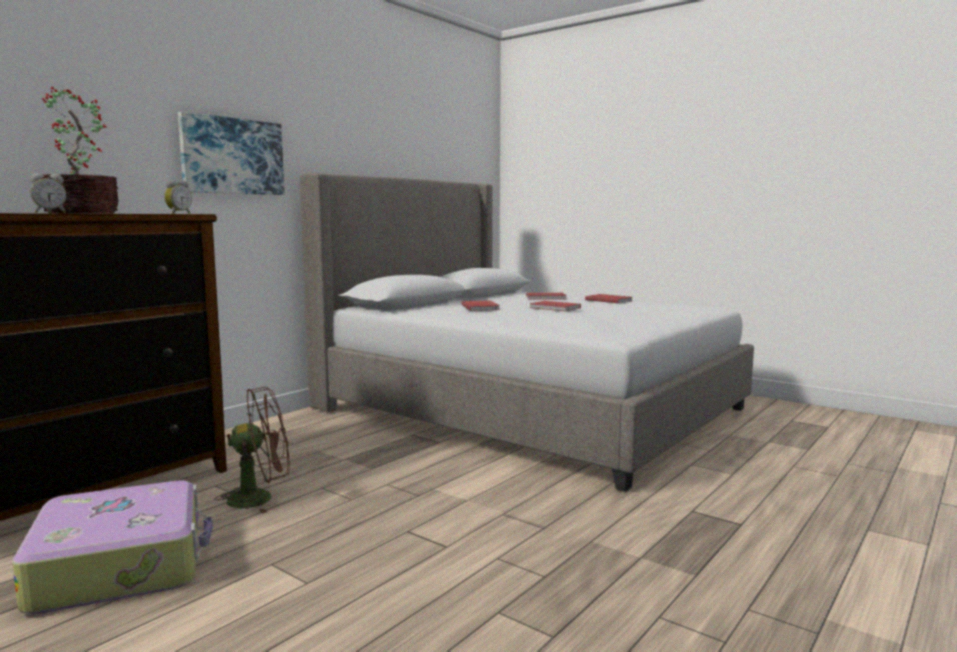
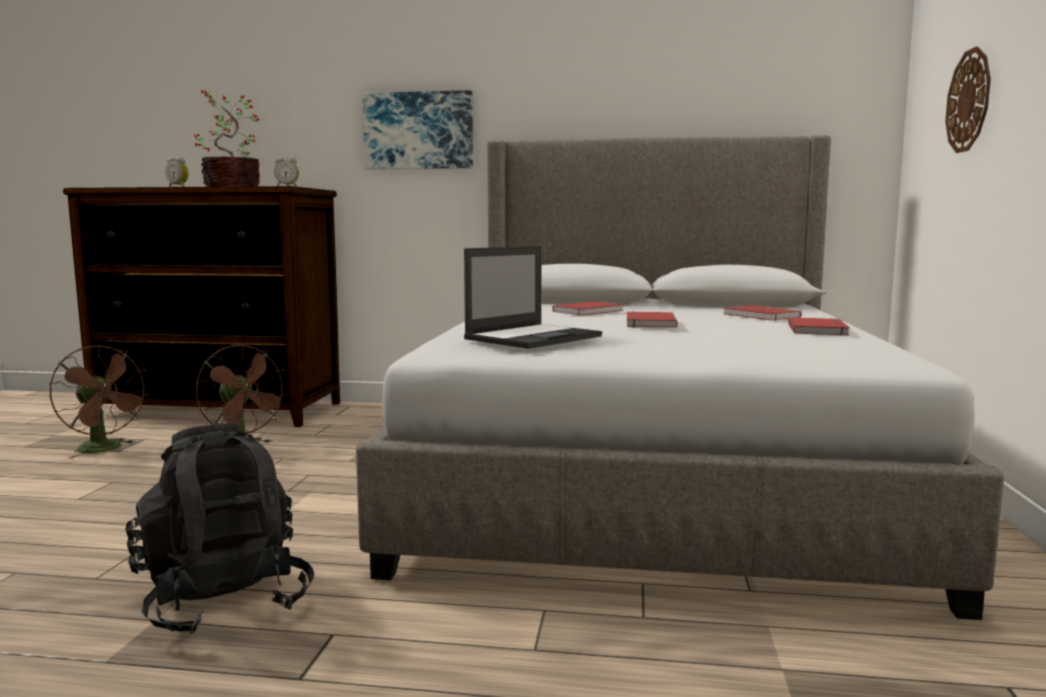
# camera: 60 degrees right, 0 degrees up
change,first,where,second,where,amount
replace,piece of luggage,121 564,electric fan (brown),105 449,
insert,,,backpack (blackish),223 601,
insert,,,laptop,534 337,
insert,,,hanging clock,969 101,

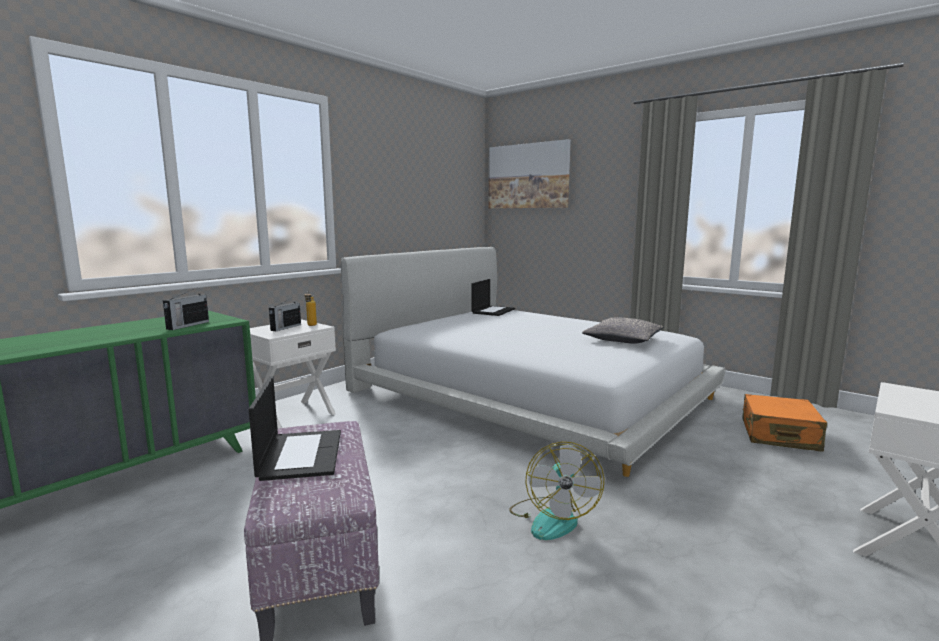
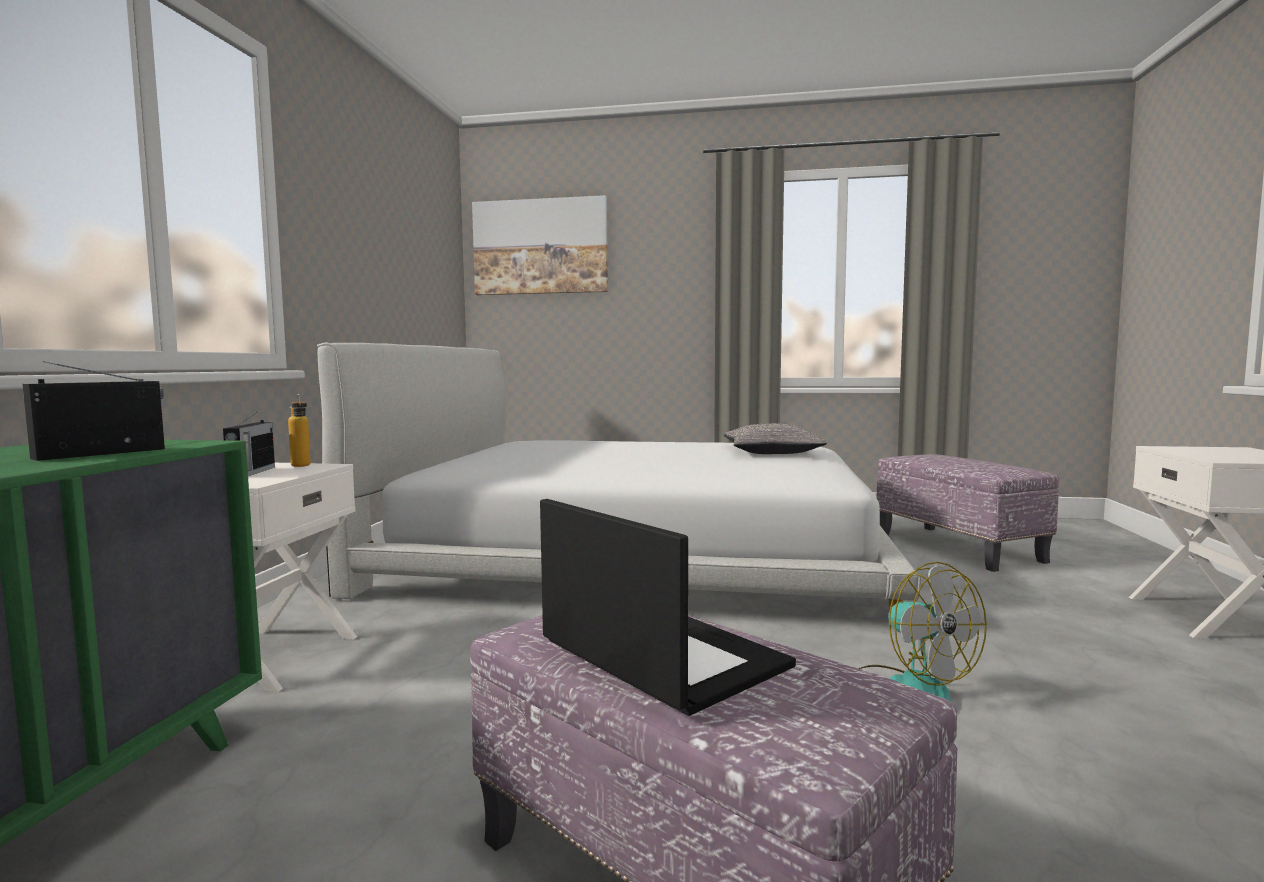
# camera: 30 degrees left, 5 degrees down
change,first,where,second,where,amount
rotate,radio set,187 325,,103 453,135 degrees counterclockwise
delete,laptop,493 311,,,
replace,piece of luggage (orangey),779 435,ottoman,959 547,

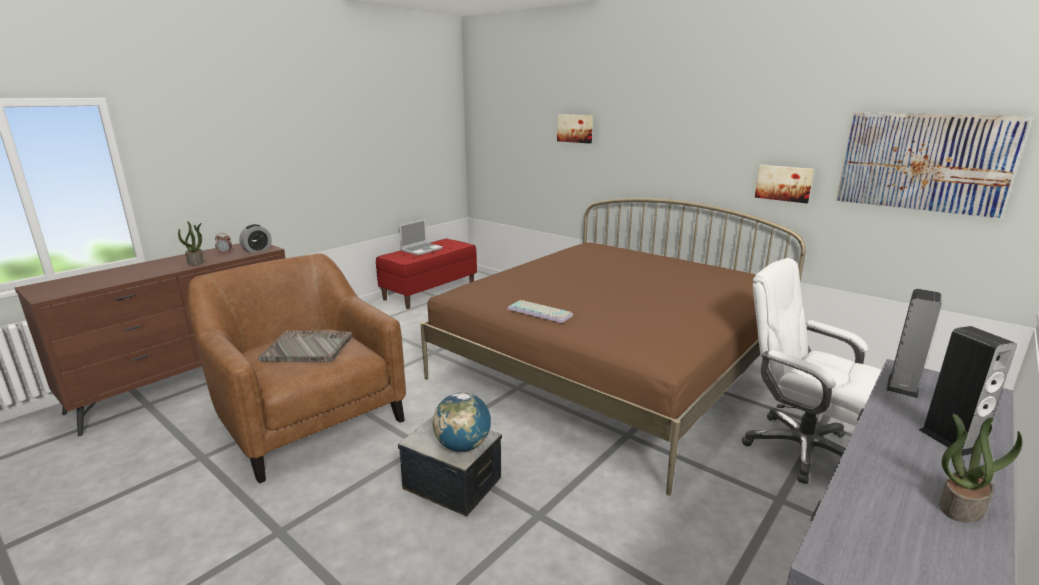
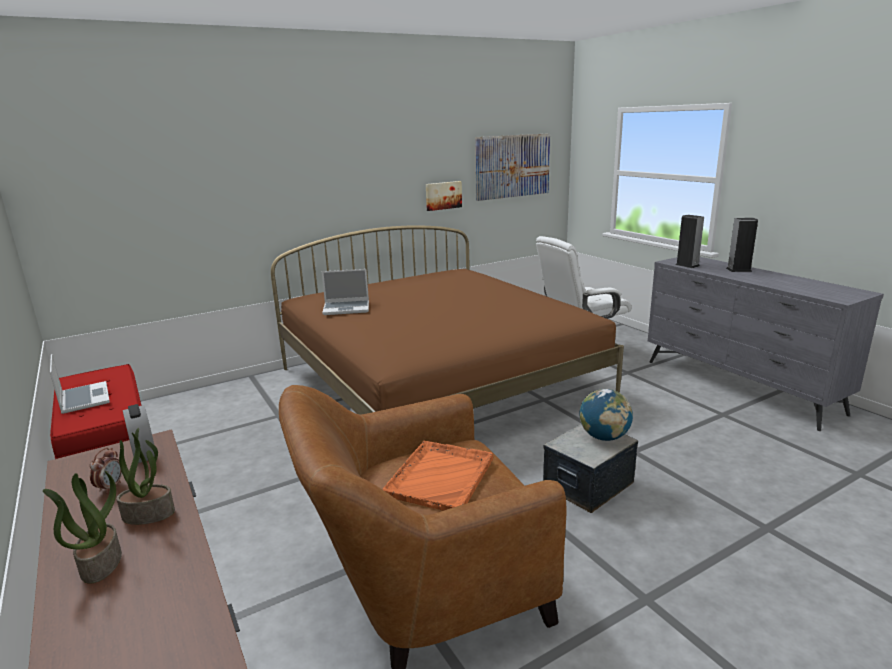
# camera: 70 degrees left, 0 degrees up
change,first,where,second,where,amount
recolor,tray (greyish),308 348,tray (orangey),441 476,
delete,keyboard,541 312,,,
delete,picture,575 128,,,
move,potted plant,961 506,,100 563,
insert,,,laptop,347 308,

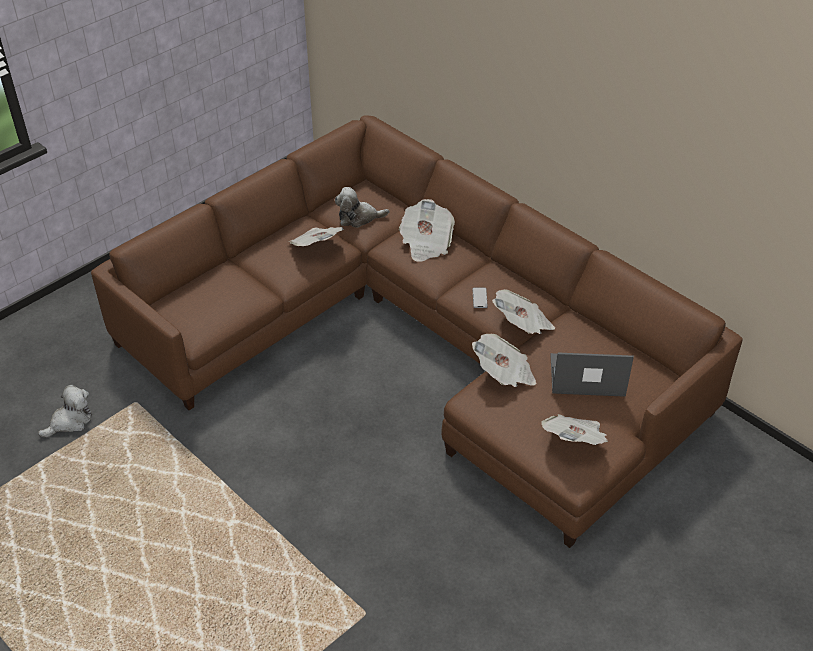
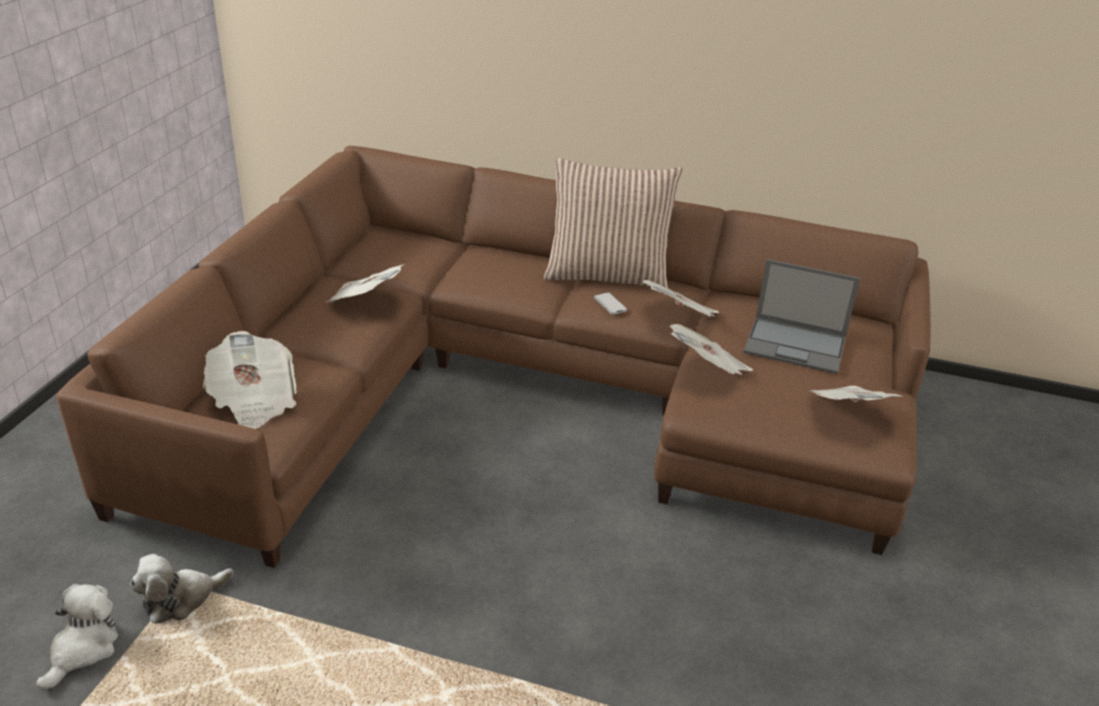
# camera: 30 degrees left, 10 degrees down
change,first,where,second,where,amount
move,soft toy,358 218,,181 599,
move,newspaper,426 243,,253 401,
rotate,laptop,586 376,,796 345,135 degrees counterclockwise
insert,,,cushion,607 275,

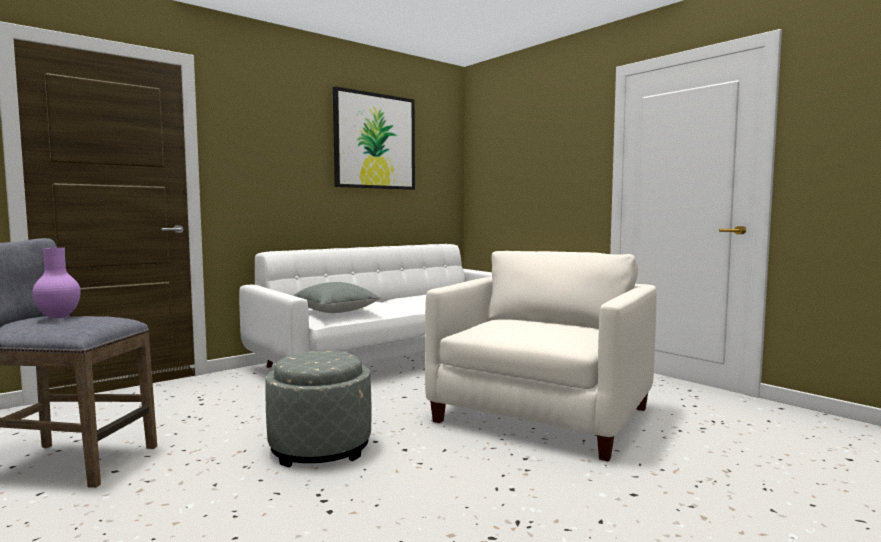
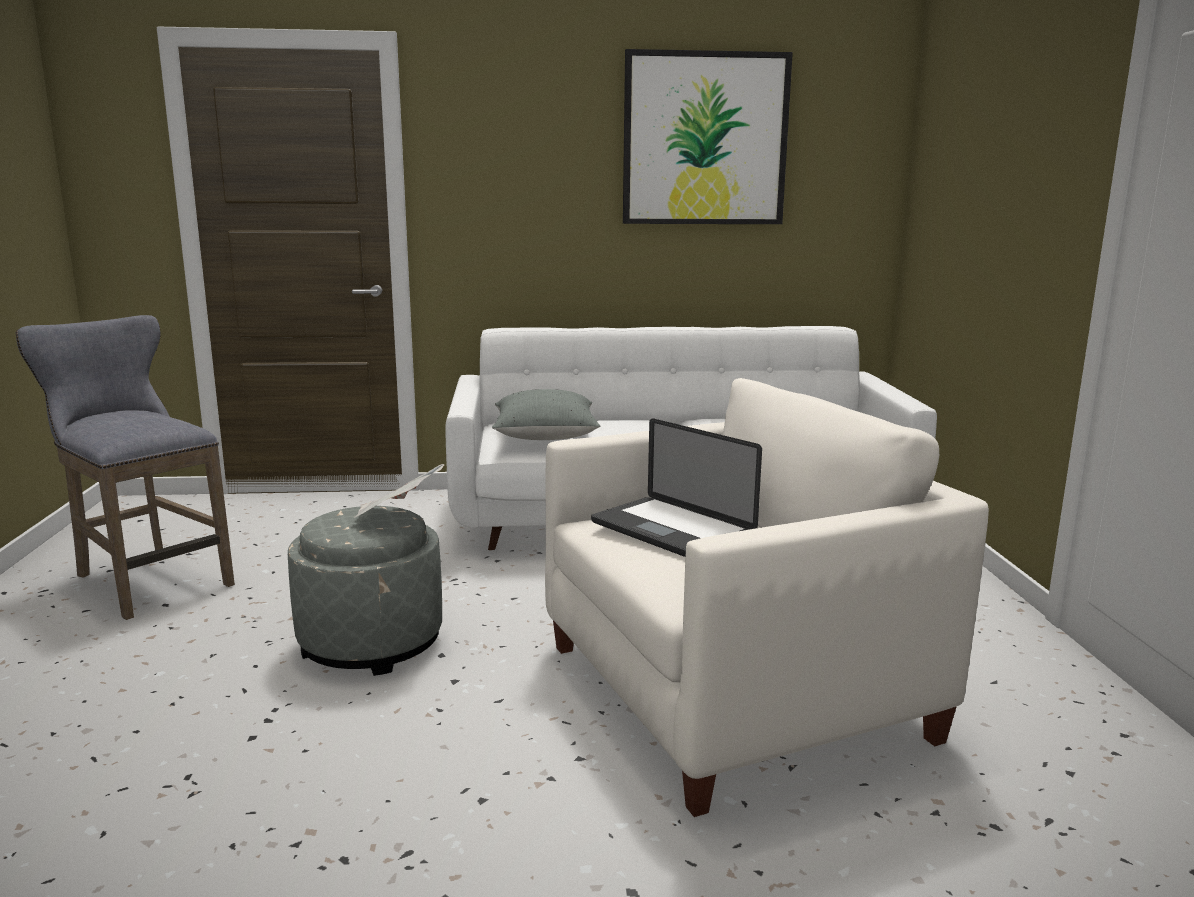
# camera: 35 degrees right, 10 degrees up
change,first,where,second,where,amount
delete,vase (purple),59 317,,,
insert,,,newspaper,398 516,
insert,,,laptop,671 530,

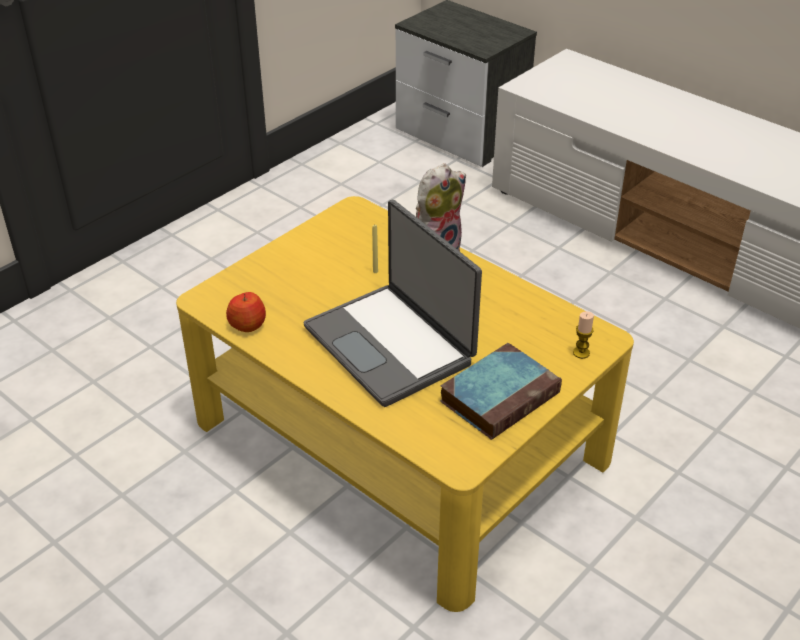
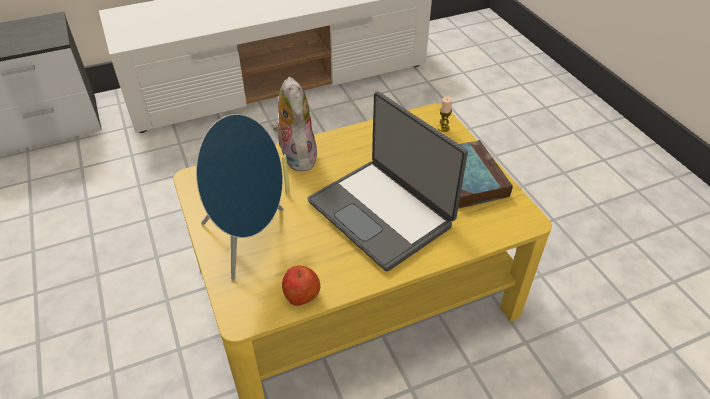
# camera: 65 degrees left, 5 degrees up
change,first,where,second,where,amount
rotate,laptop,391 344,,382 212,60 degrees clockwise
insert,,,speaker (bluish),249 239,

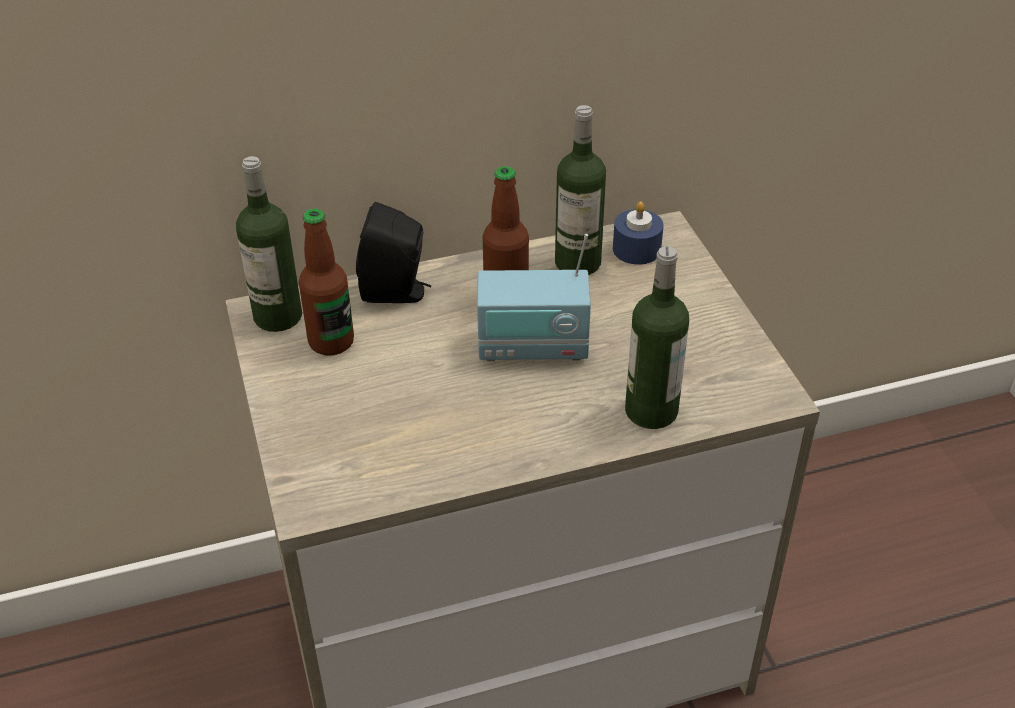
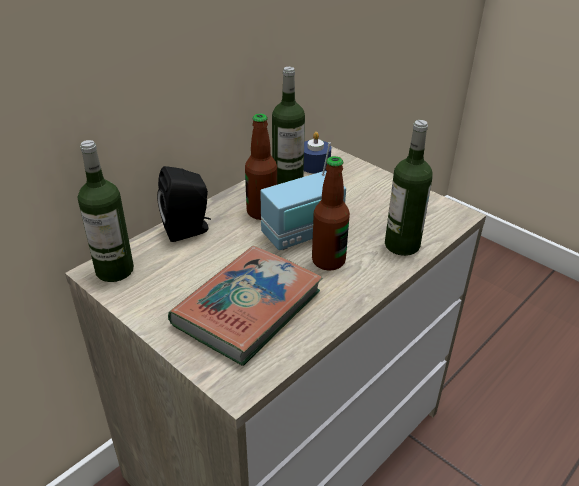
# camera: 30 degrees left, 5 degrees down
change,first,where,second,where,amount
move,drink bottle,331 342,,328 261,
insert,,,bound book,248 308,

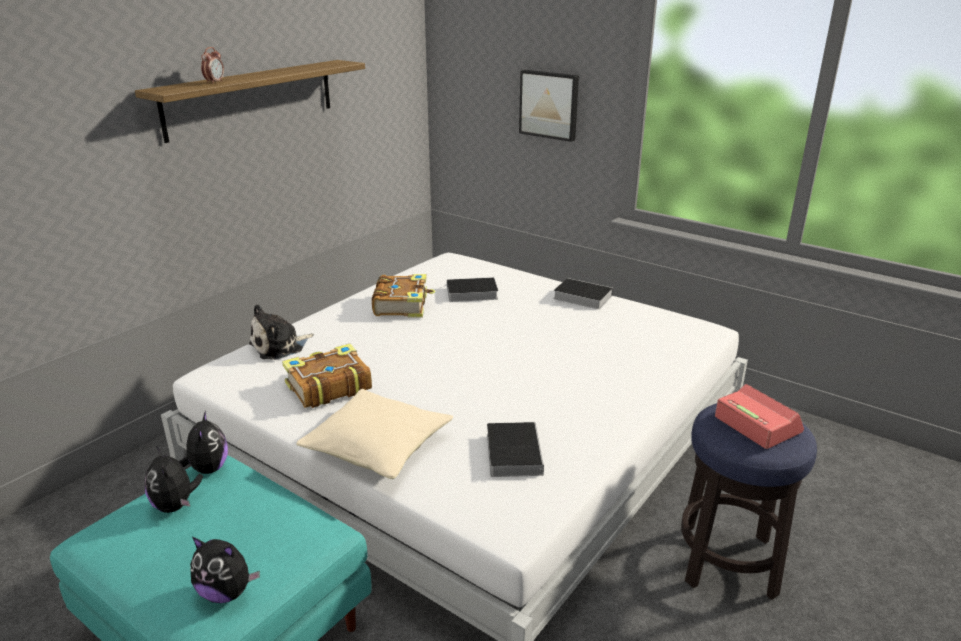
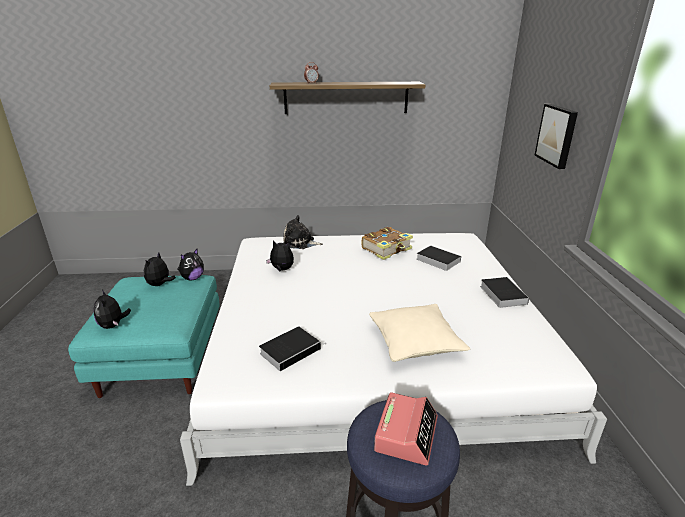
# camera: 50 degrees right, 0 degrees up
change,first,where,second,where,amount
replace,bound book,327 387,soft toy,281 270,
move,cushion (sand-coloured),377 447,,415 342,

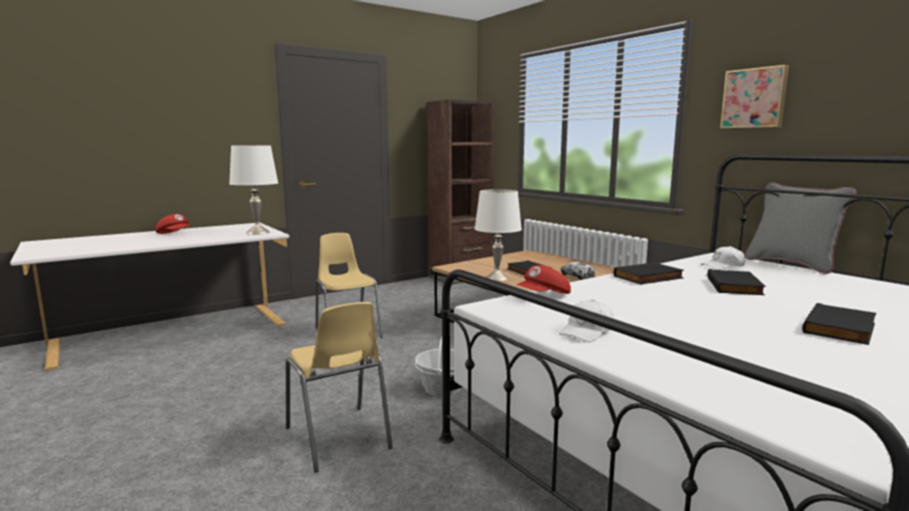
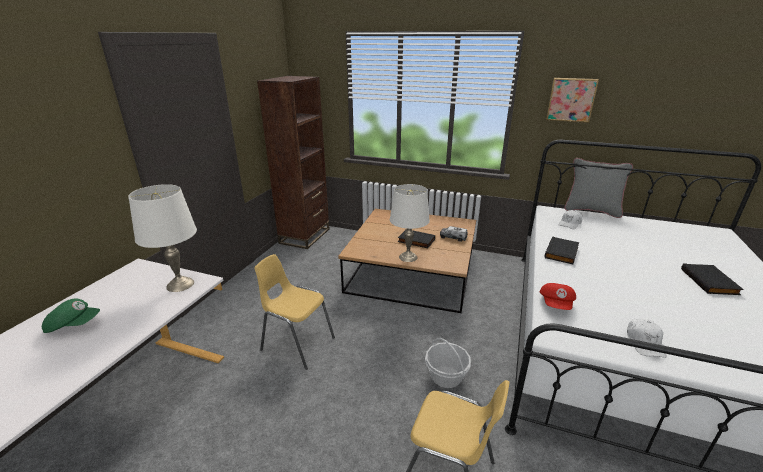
# camera: 35 degrees left, 15 degrees up
change,first,where,second,where,amount
recolor,baseball cap (reddish),175 234,baseball cap (greenish),74 325,
delete,bound book (blackish),735 286,,,

